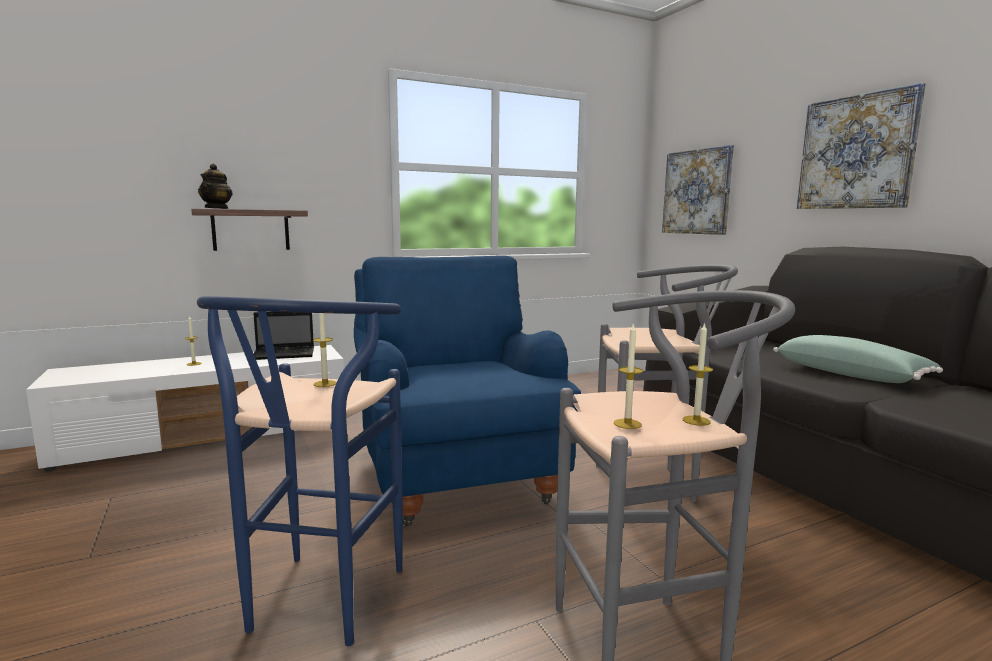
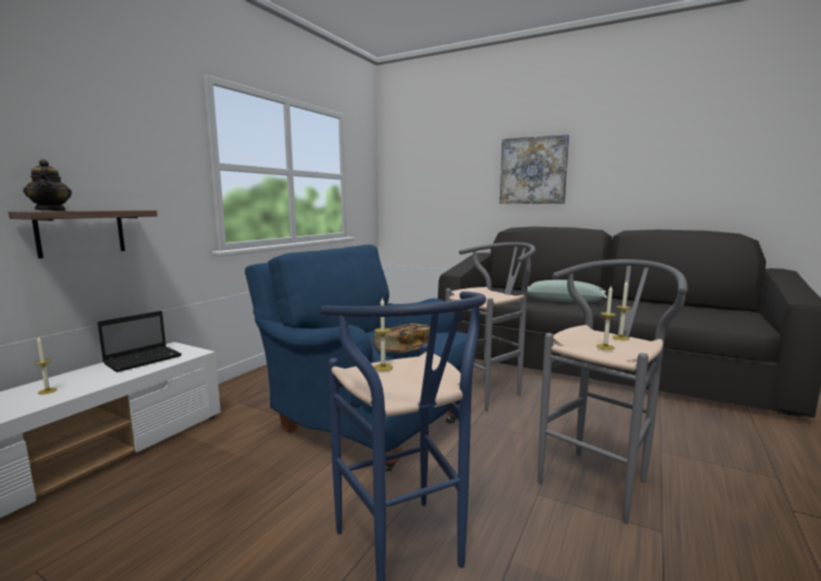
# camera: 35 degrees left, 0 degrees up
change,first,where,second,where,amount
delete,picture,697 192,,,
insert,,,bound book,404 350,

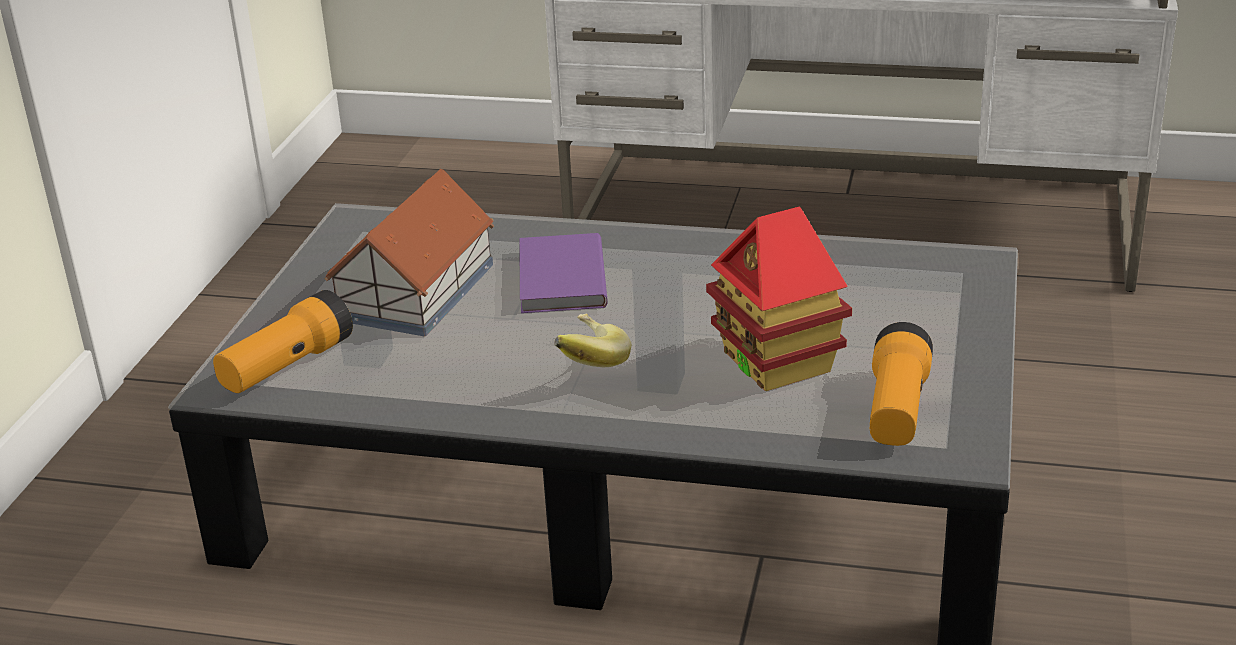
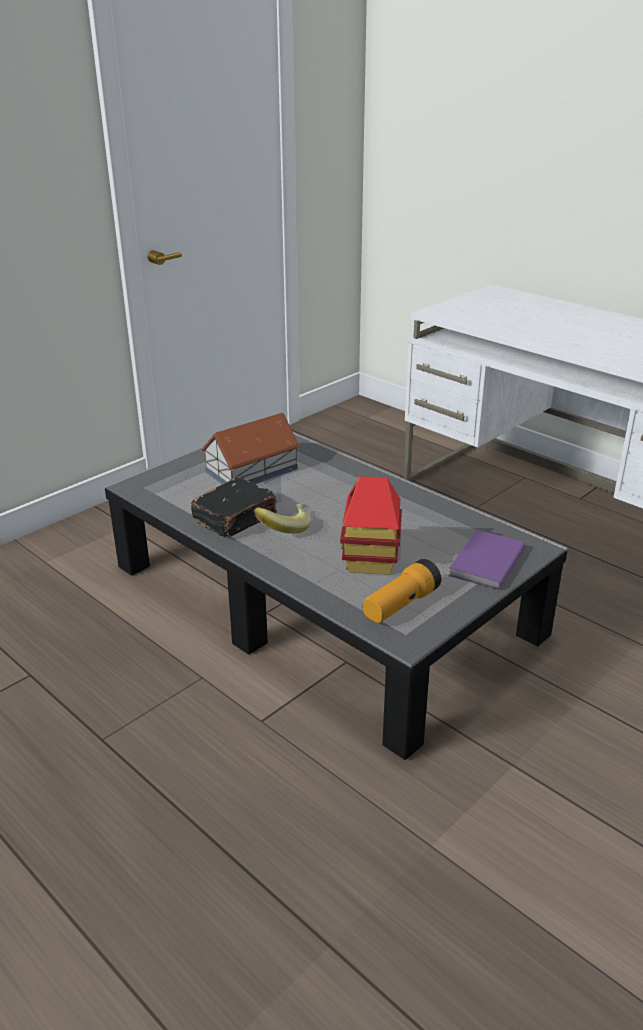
# camera: 30 degrees right, 0 degrees up
change,first,where,second,where,amount
delete,torch,287 366,,,
move,bound book (purple),559 279,,484 562,
insert,,,bound book (blackish),236 519,

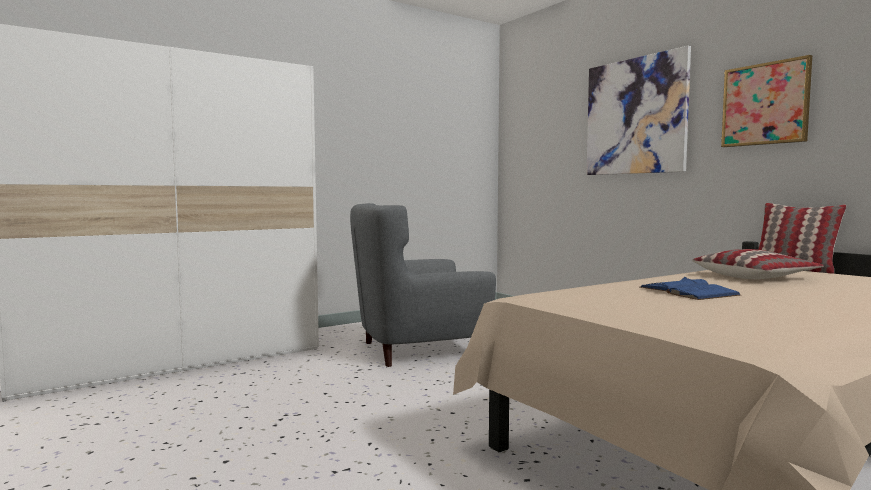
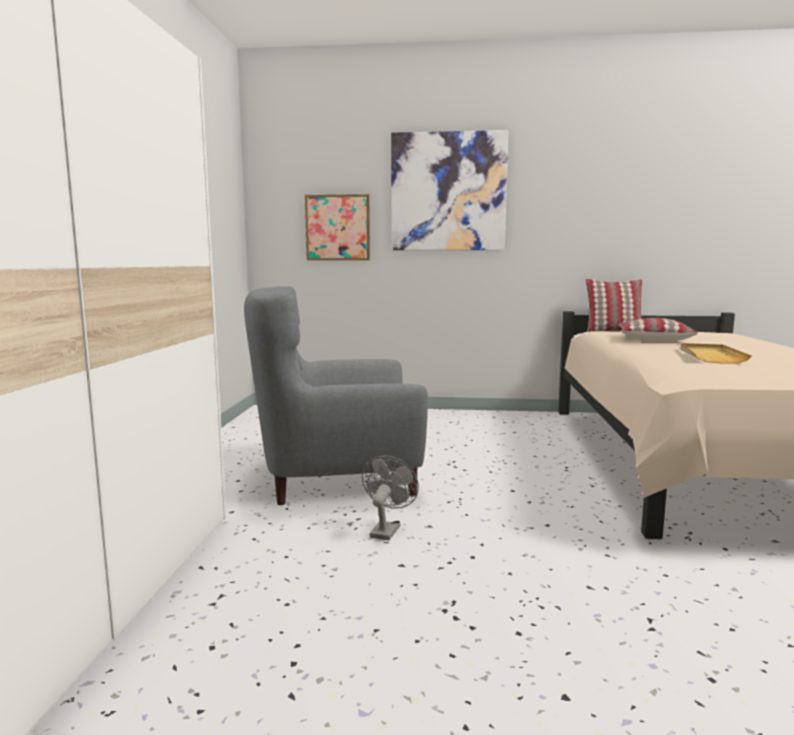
# camera: 50 degrees left, 5 degrees up
change,first,where,second,where,amount
rotate,armchair (greyish),417 349,,336 478,60 degrees clockwise
replace,bound book (bluish),688 291,tray (sand-coloured),710 356,
move,picture,765 104,,338 227,
insert,,,electric fan (greyish),387 529,

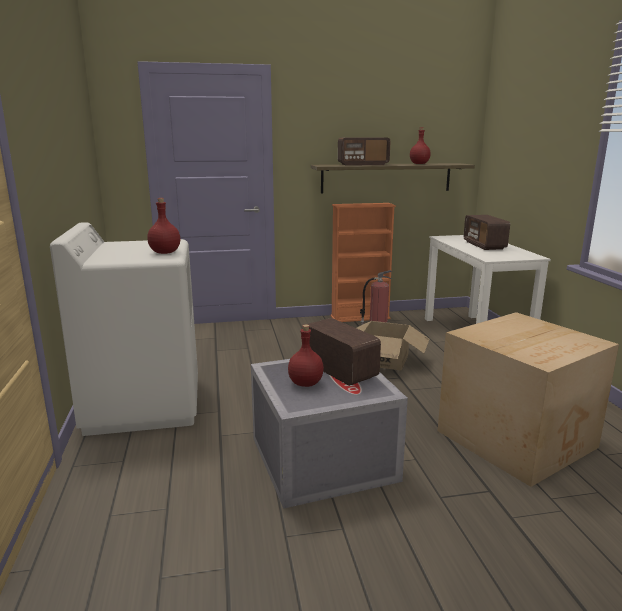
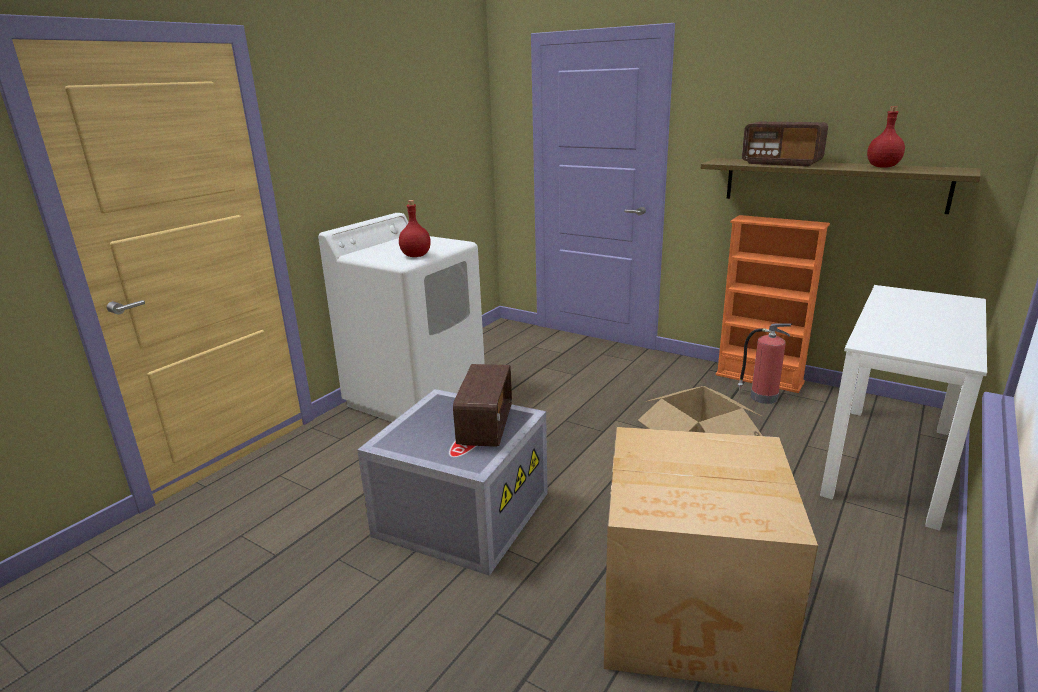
# camera: 45 degrees right, 5 degrees up
change,first,where,second,where,amount
delete,drink bottle (reddish),306 383,,,
delete,radio set,484 245,,,

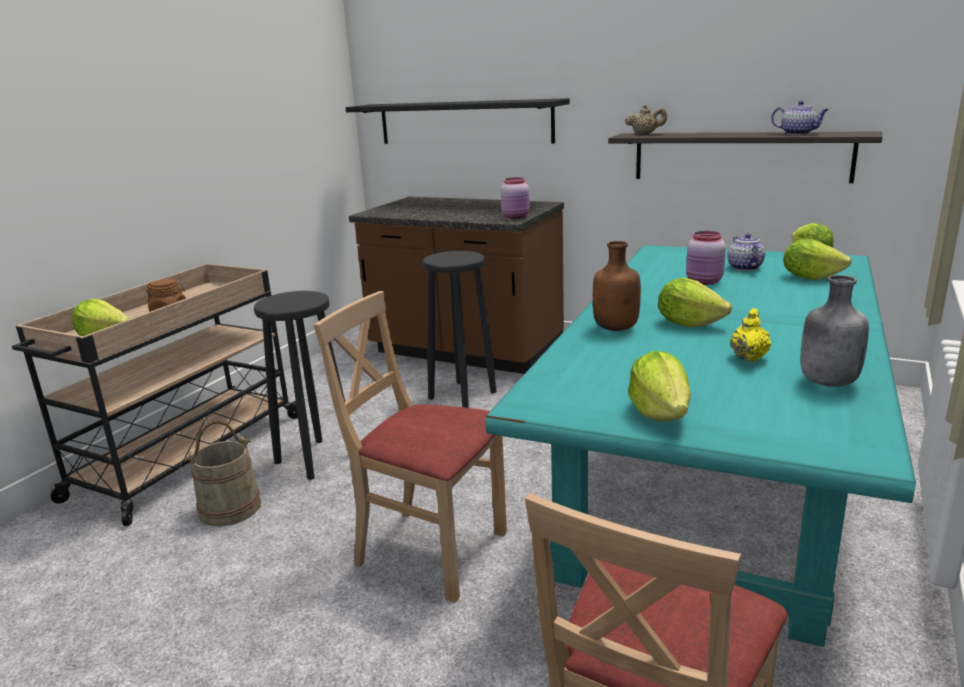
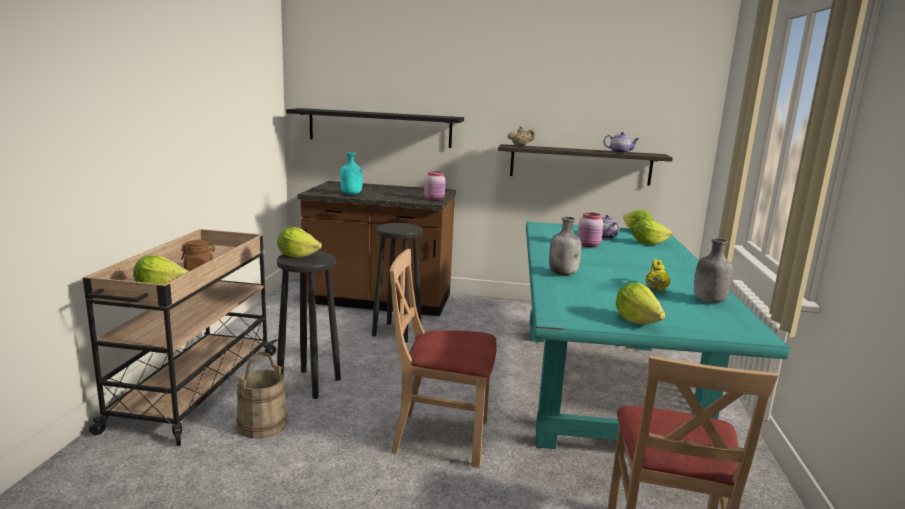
# camera: 20 degrees left, 5 degrees down
change,first,where,second,where,amount
recolor,drink bottle (brown),616 328,drink bottle (greyish),563 274,
move,lettuce head,689 323,,297 256,
insert,,,drink bottle (turquoise-coloured),351 194,

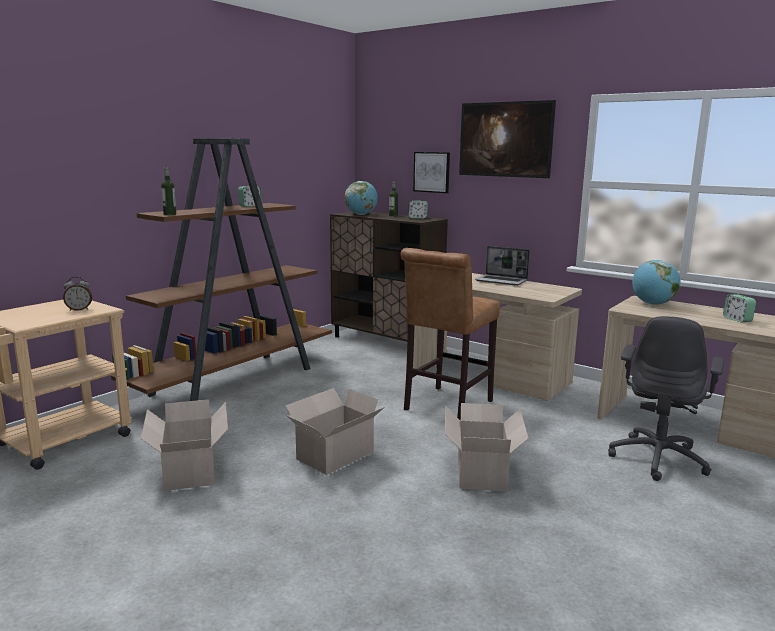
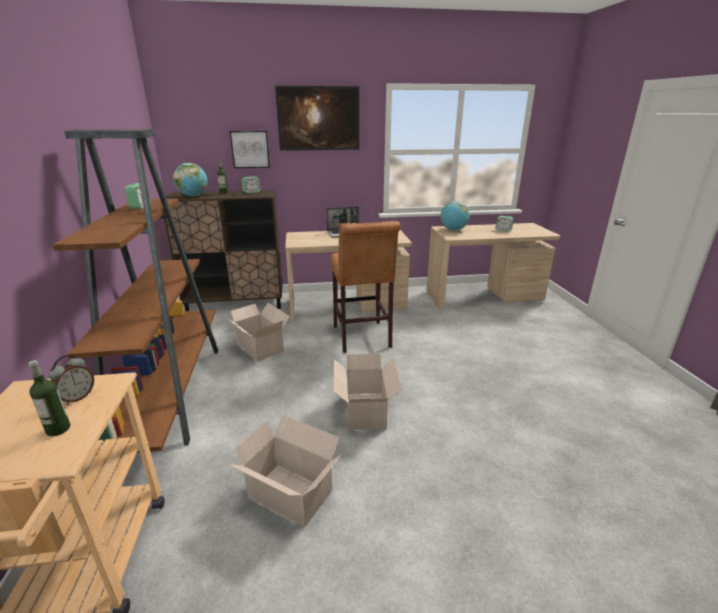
# camera: 45 degrees left, 10 degrees up
change,first,where,second,where,amount
move,drink bottle,170 214,,58 429,
move,packing box,482 471,,259 347,
delete,computer chair (greyish),658 458,,,

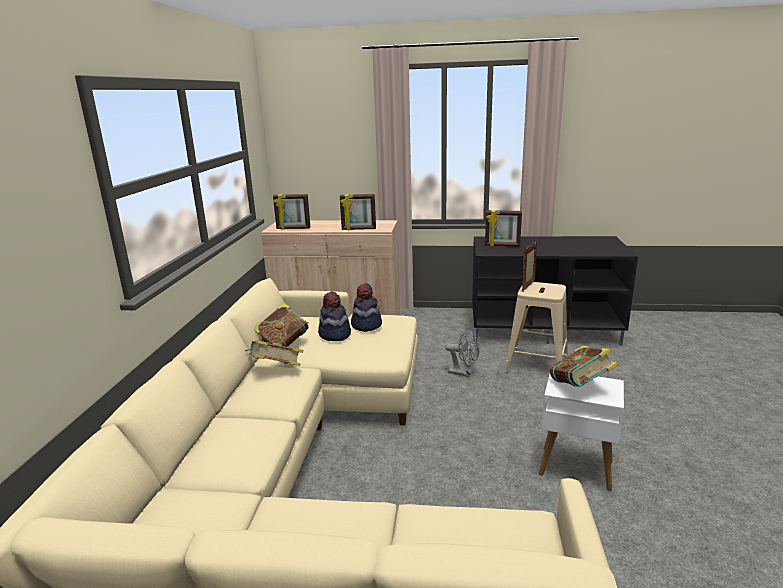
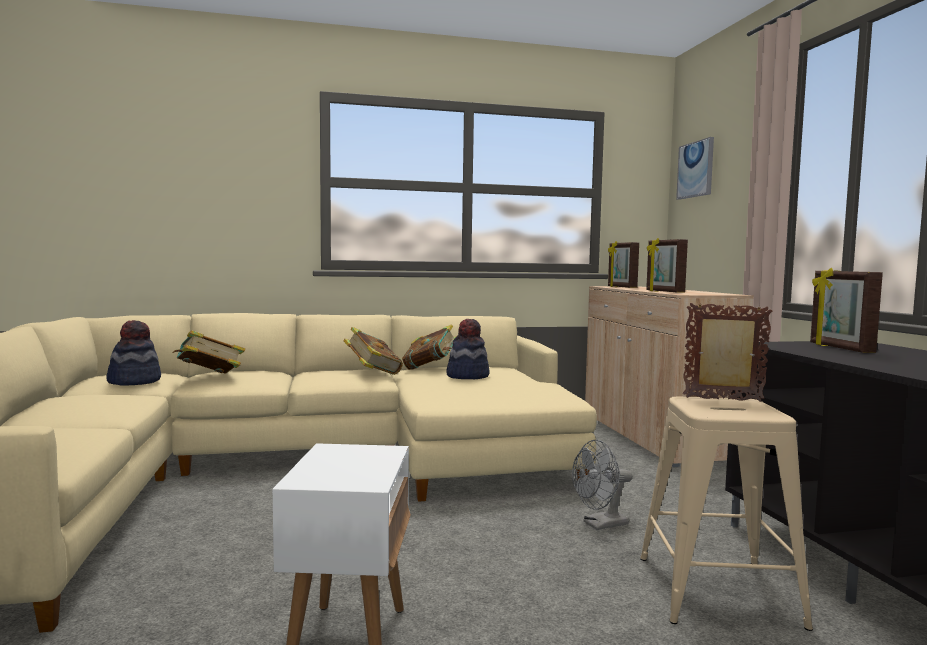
# camera: 70 degrees right, 15 degrees down
change,first,where,second,where,amount
move,hat,366 325,,134 381,
rotate,electric fan (greyish),464 373,,600 525,60 degrees clockwise
move,bound book,580 387,,209 377,
insert,,,picture,696 169,

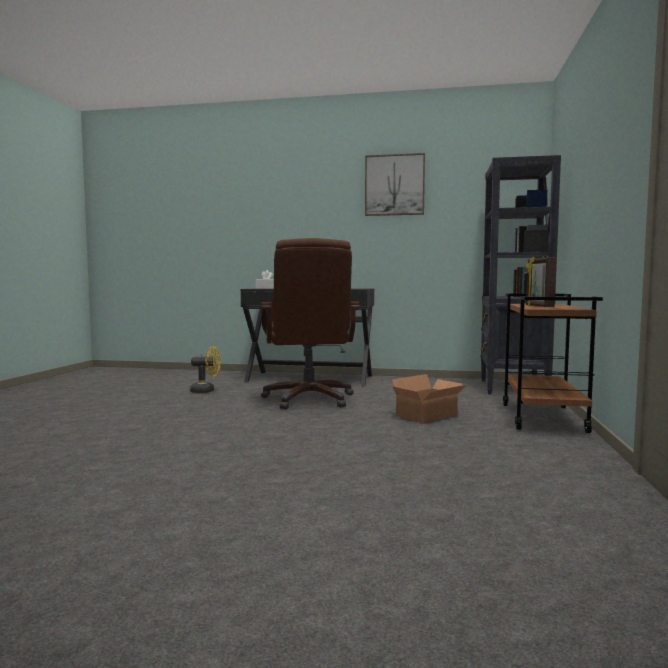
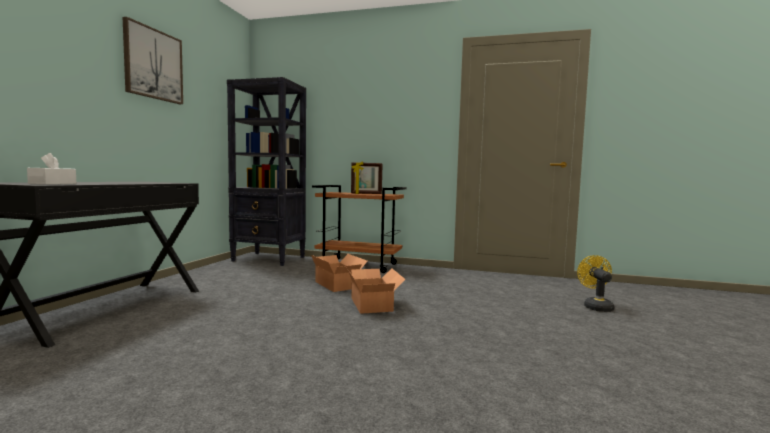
# camera: 85 degrees left, 0 degrees up
change,first,where,second,where,amount
move,electric fan (yellow-coloured),206 391,,595 306,
delete,computer chair (brown),309 399,,,
insert,,,packing box,373 304,

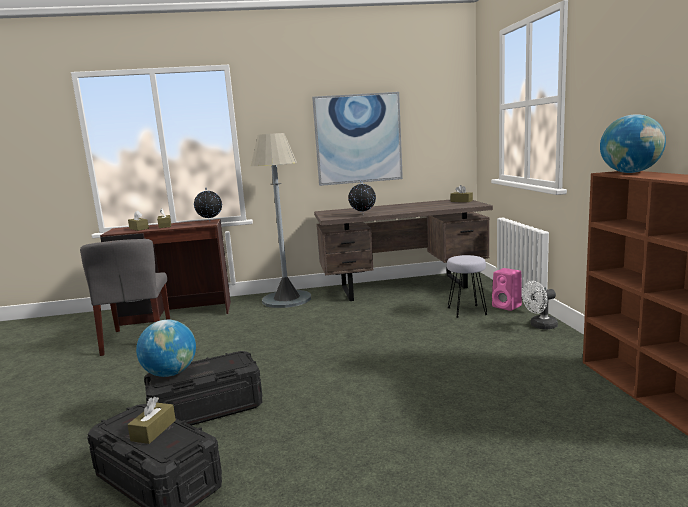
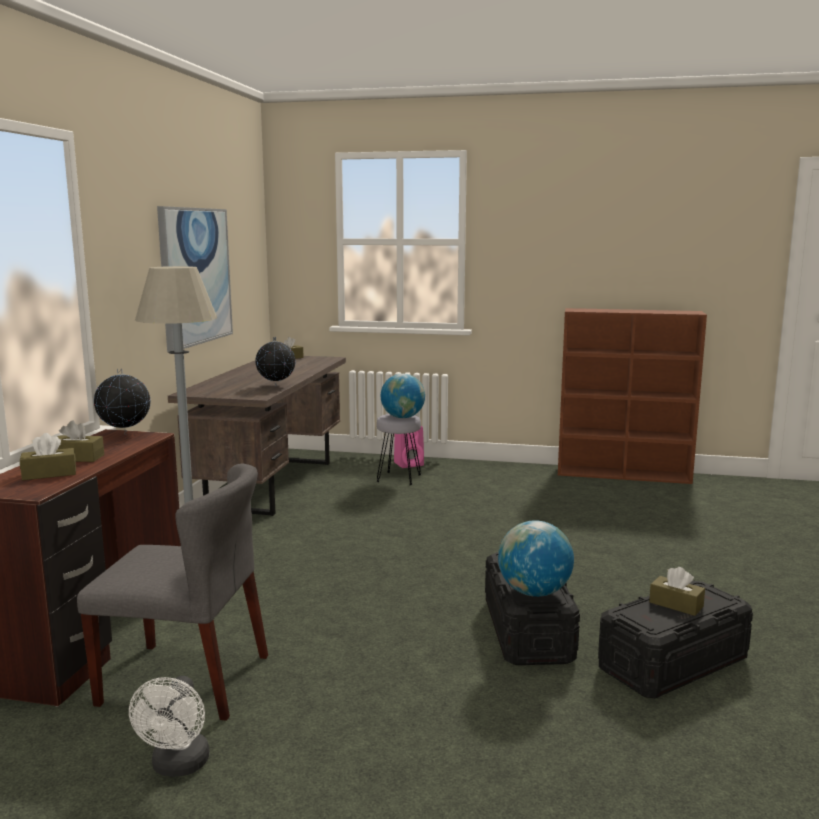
# camera: 70 degrees left, 0 degrees up
change,first,where,second,where,amount
move,electric fan (white-coloured),540 326,,178 766,
move,desk globe,630 172,,403 417,

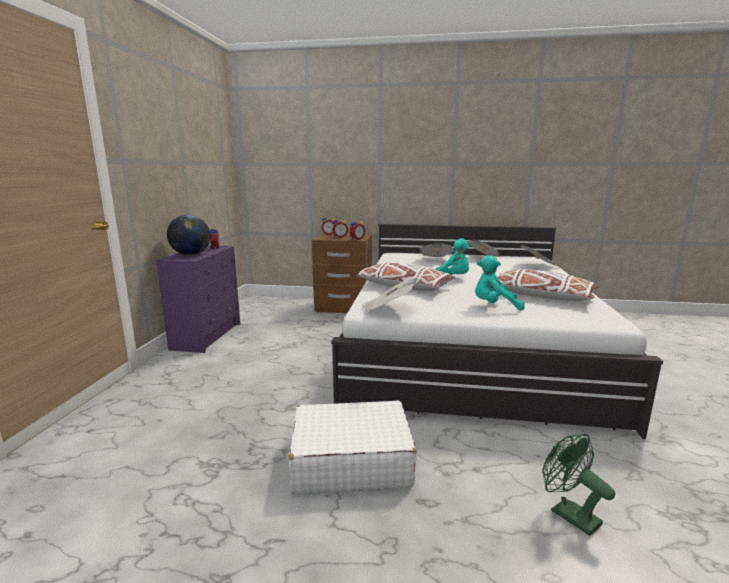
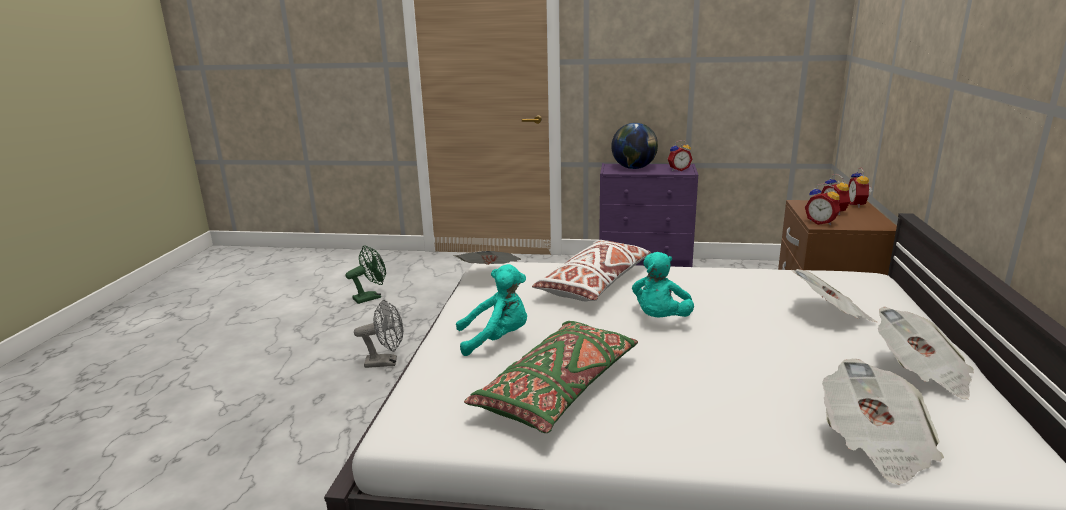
# camera: 90 degrees right, 5 degrees up
change,first,where,second,where,amount
replace,piece of luggage (white-coloured),350 461,electric fan (greyish),386 362,
rotate,soft toy (turquoise-coloured),494 306,,496 339,75 degrees clockwise
recolor,cushion (white-coloured),540 296,cushion (greenish),558 389,
move,electric fan (greenish),568 514,,371 297,

